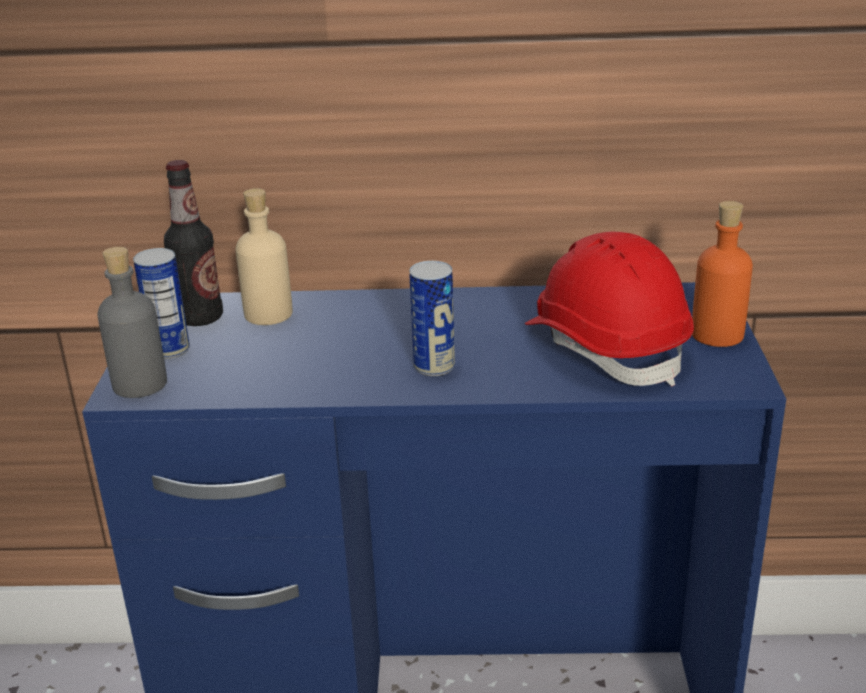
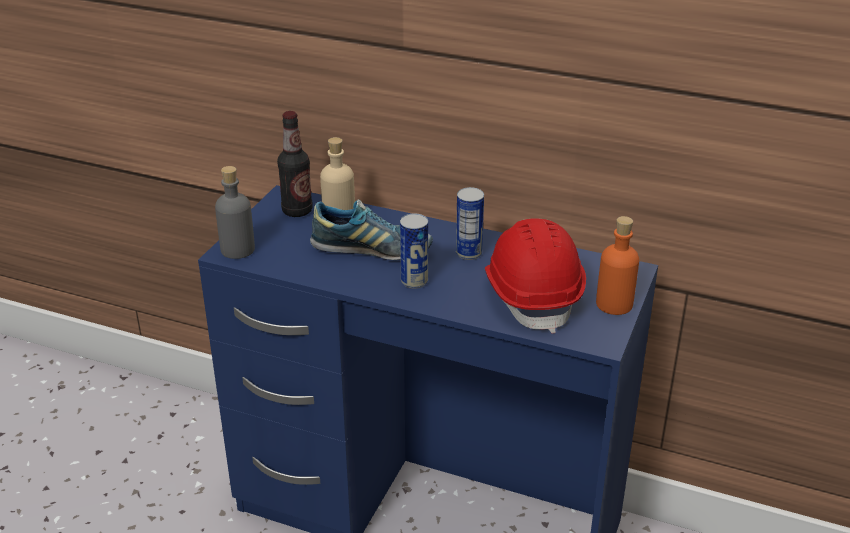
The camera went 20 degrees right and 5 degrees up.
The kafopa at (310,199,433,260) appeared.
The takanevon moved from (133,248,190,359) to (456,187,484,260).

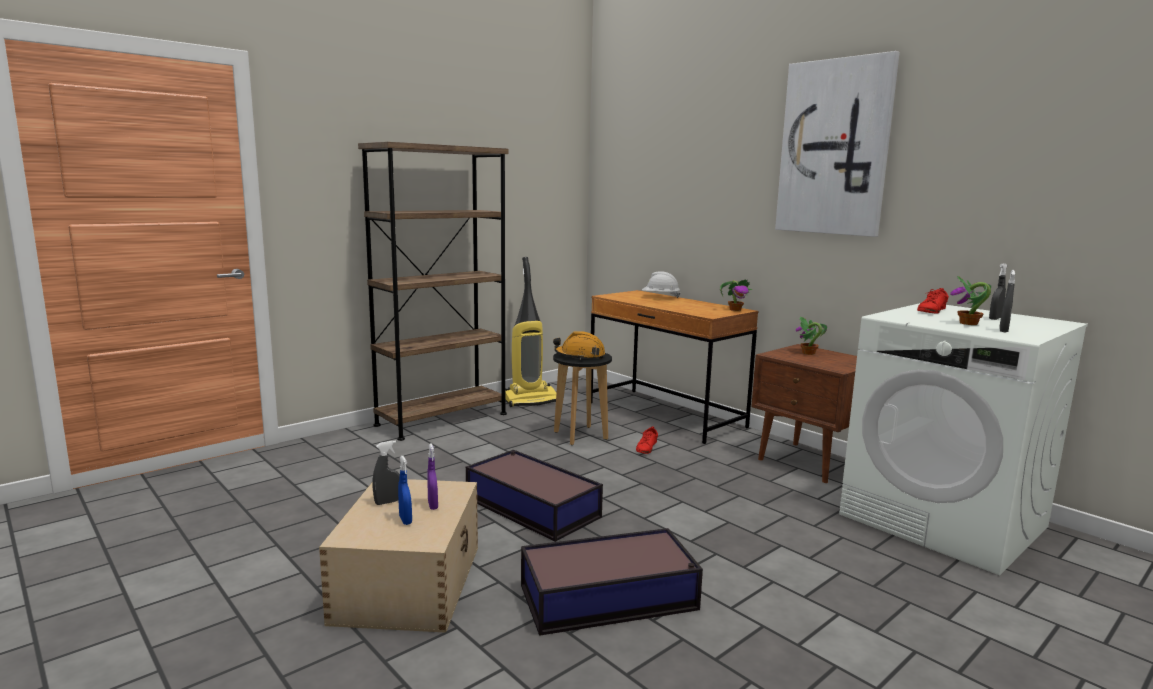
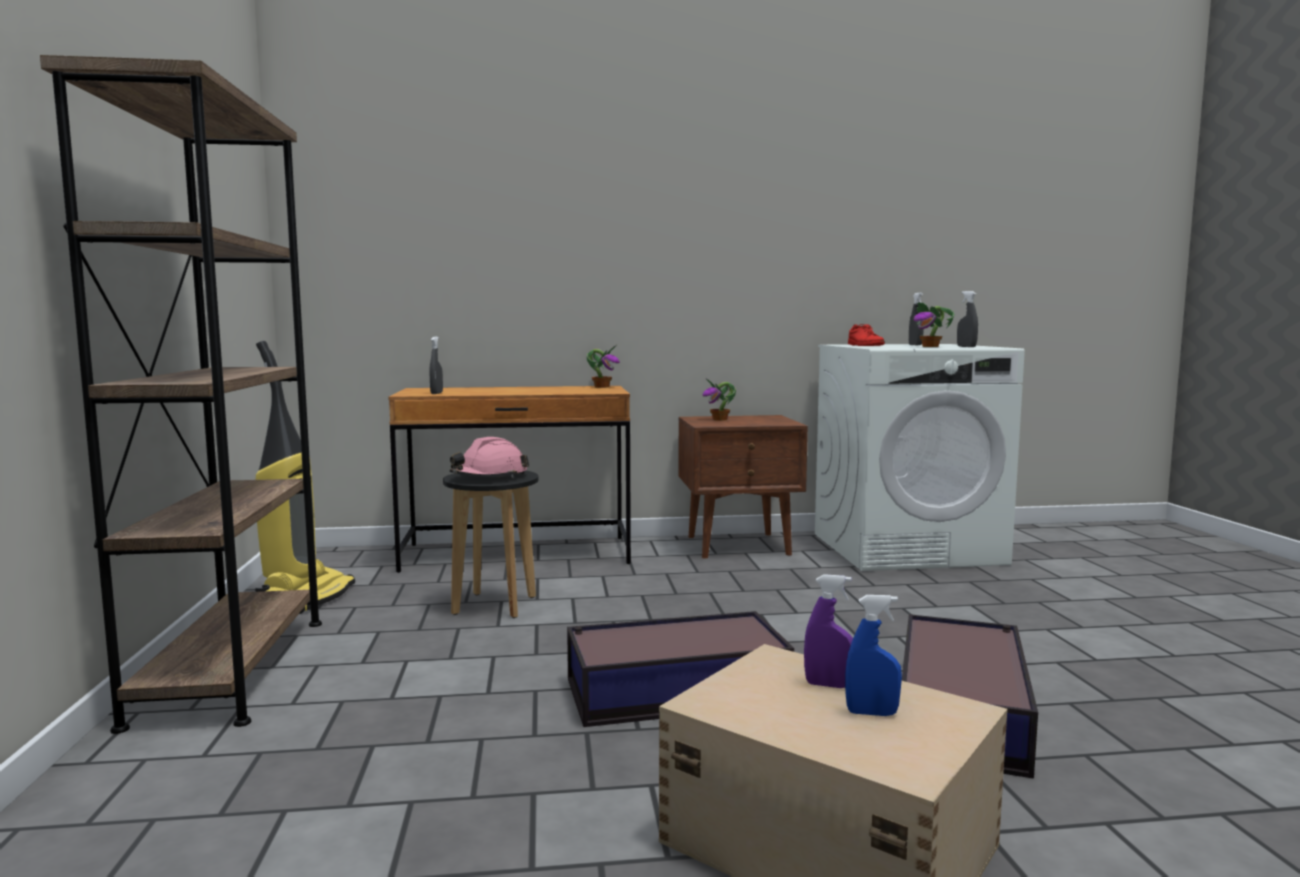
The camera went 55 degrees left and 5 degrees down.
The kafopa (red) at (636,426,658,454) disappeared.
The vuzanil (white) at (642,271,680,298) disappeared.
The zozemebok at (775,51,900,237) disappeared.
The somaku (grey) moved from (372,440,400,505) to (429,336,443,394).
The vuzanil (orange) at (553,331,605,360) became the vuzanil (pink) at (450,437,529,478).

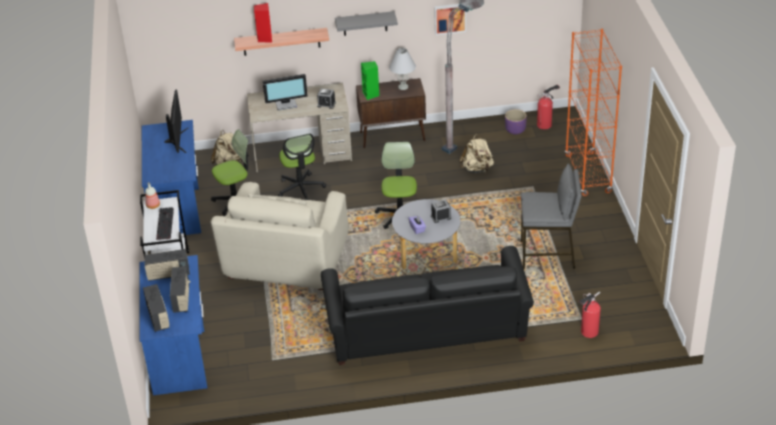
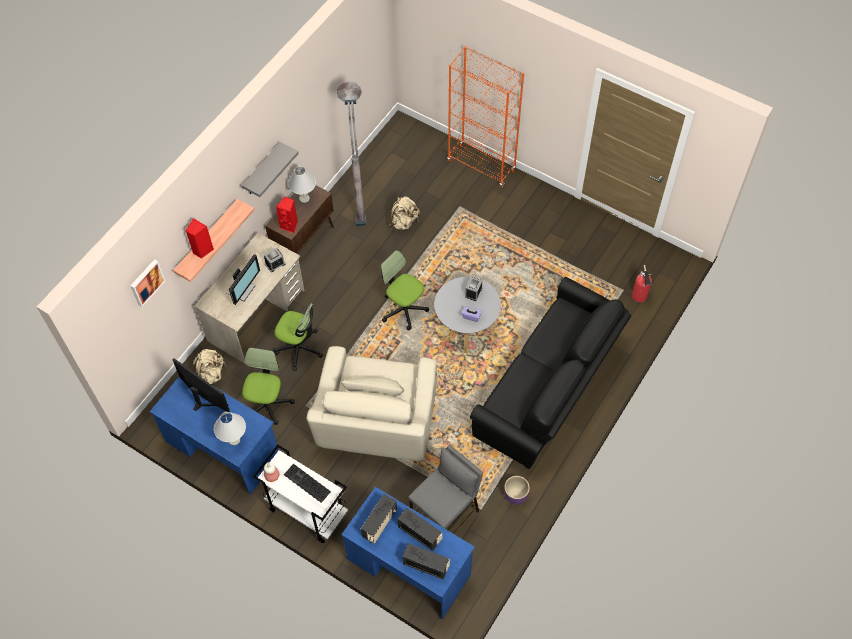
The camera went 50 degrees left and 20 degrees up.
The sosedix at (537,85,560,130) disappeared.
The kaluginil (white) at (214,412,246,445) appeared.
The zozemebok moved from (434,4,466,35) to (130,259,165,307).
The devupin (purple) moved from (505,109,527,135) to (504,476,530,505).
The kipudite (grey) moved from (521,164,582,269) to (408,445,483,533).
The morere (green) at (361,61,379,100) became the morere (red) at (276,197,298,233).
The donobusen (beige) at (211,182,348,290) turned 45 degrees clockwise.

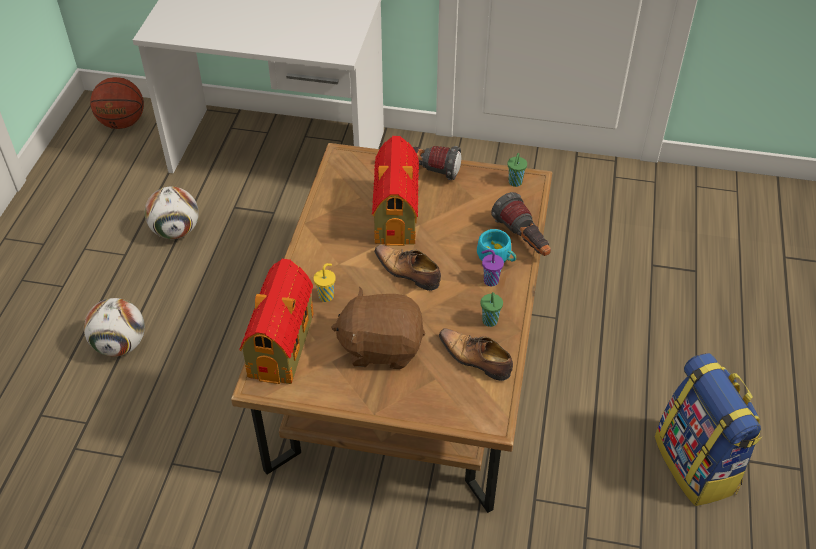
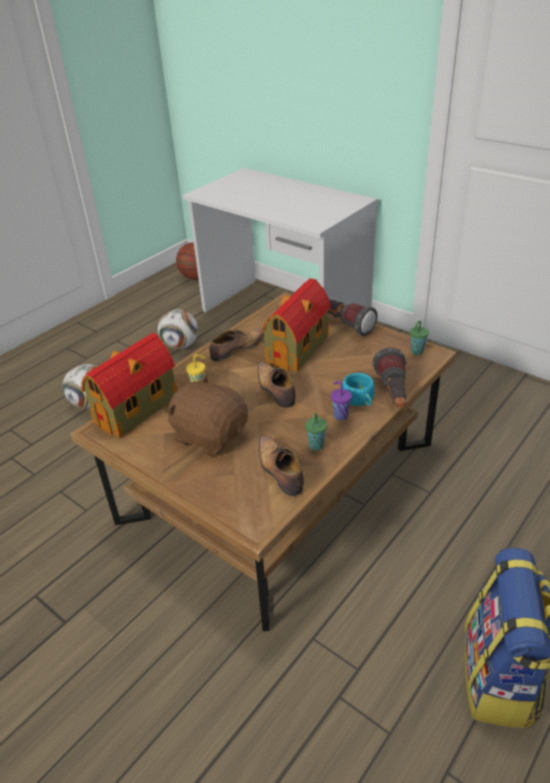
The camera went 30 degrees right and 10 degrees down.
The kafopa at (209,328,264,362) appeared.

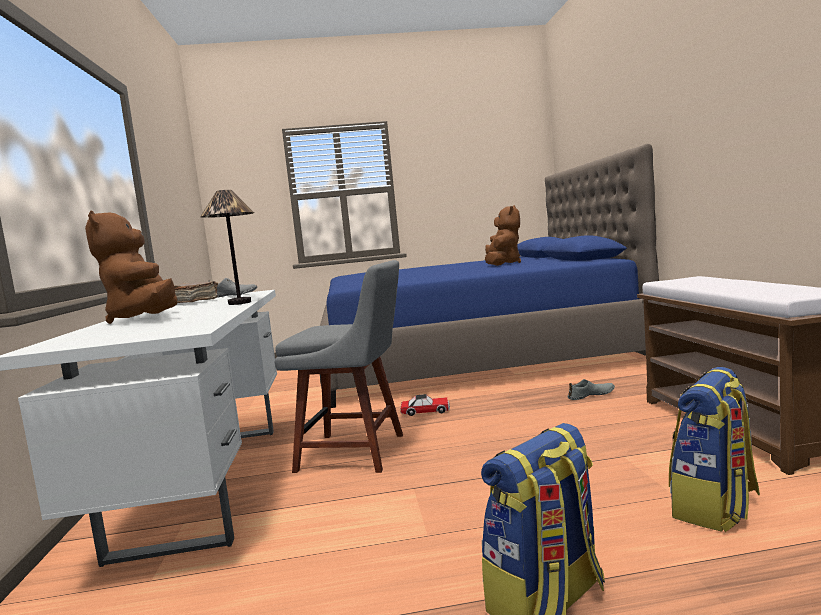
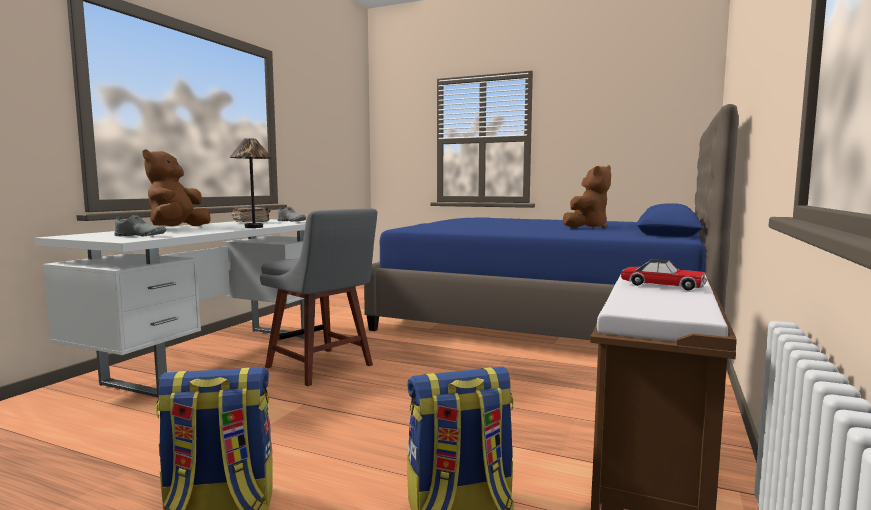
The camera went 30 degrees right and 0 degrees up.
The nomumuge moved from (400,394,450,416) to (621,259,707,290).
The kafopa (grey) moved from (568,379,615,400) to (114,215,166,236).

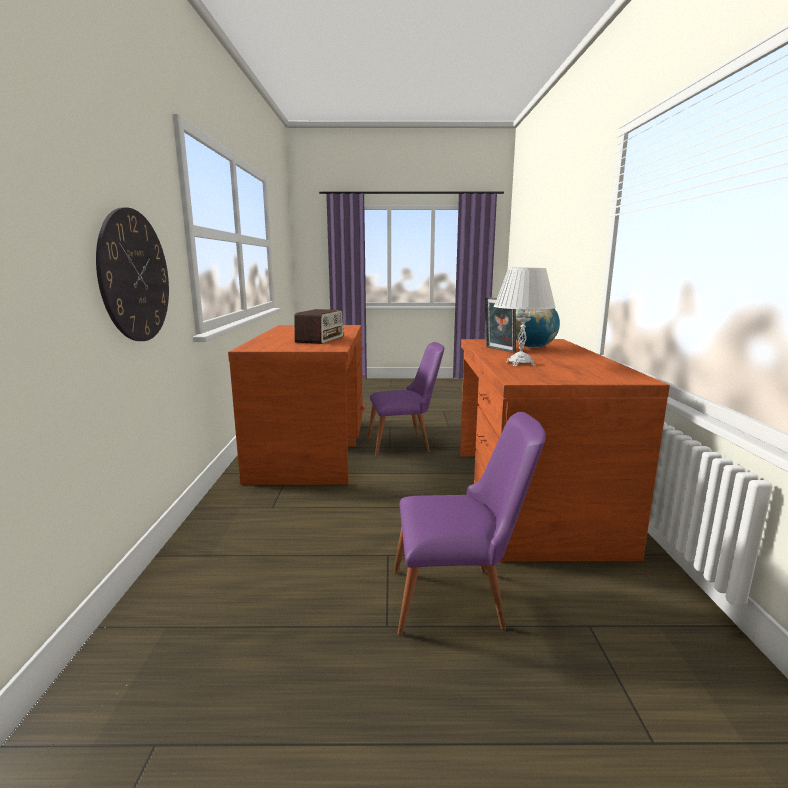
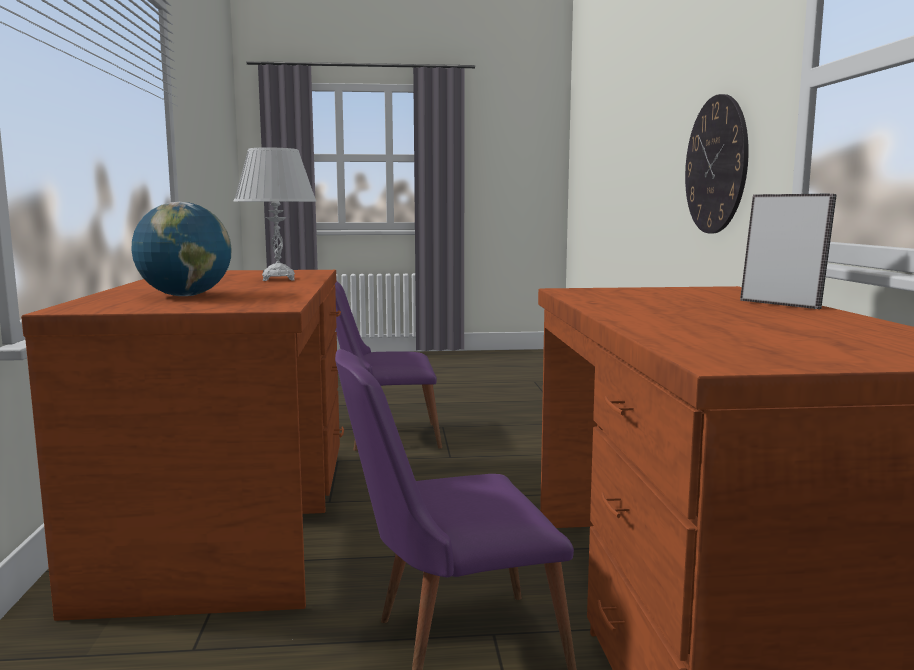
The camera went 175 degrees right and 5 degrees down.
The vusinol at (294,309,344,344) disappeared.
The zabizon moved from (485,297,516,353) to (740,193,836,309).

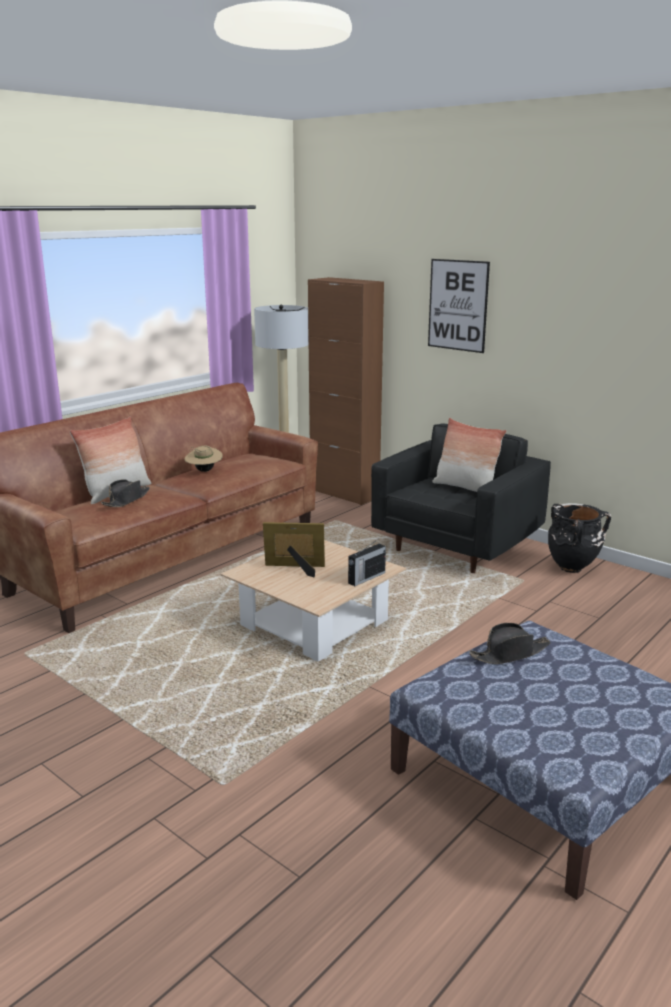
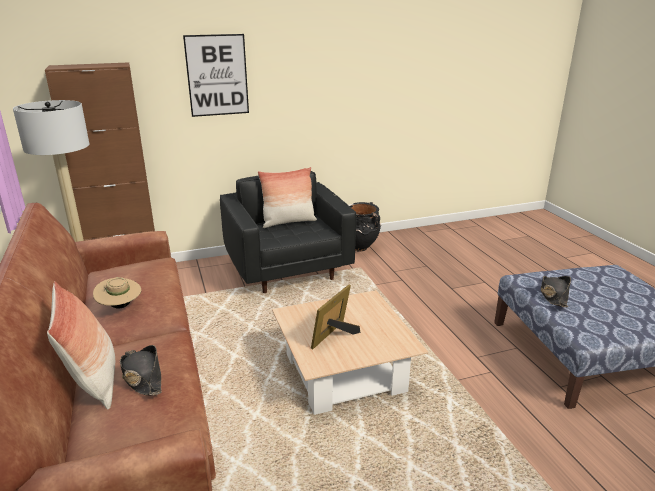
The camera went 60 degrees left and 5 degrees up.
The vusinol at (348,540,386,586) disappeared.

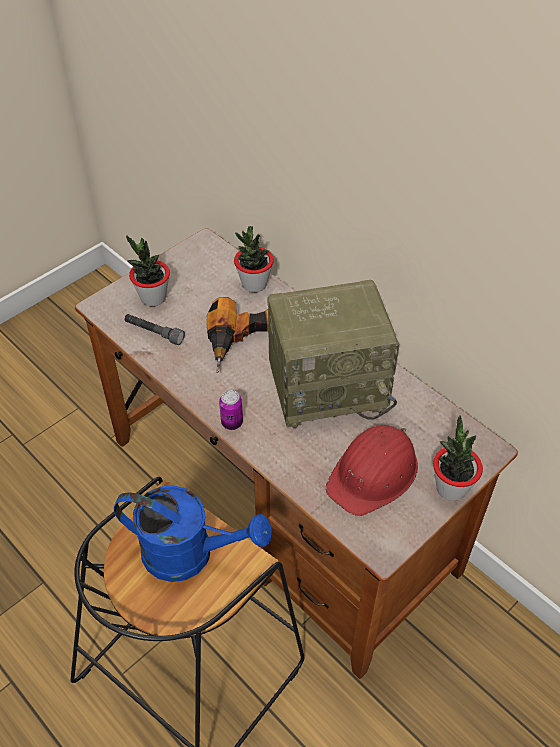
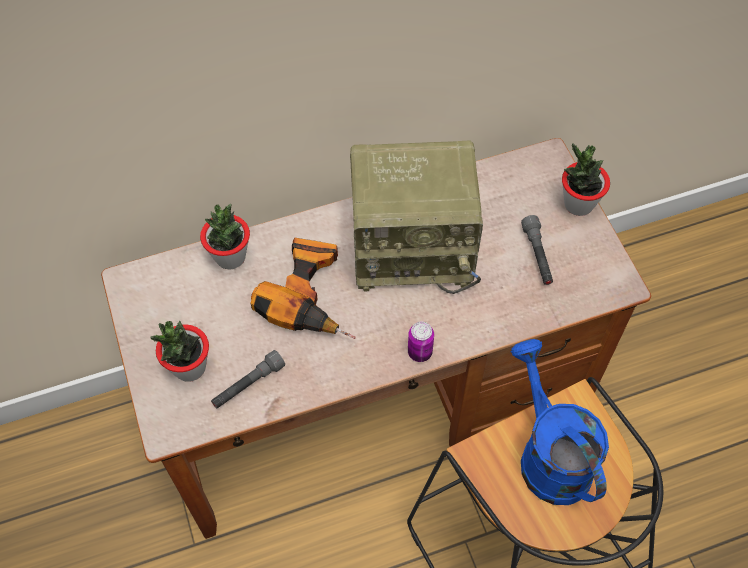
The camera went 65 degrees left and 10 degrees up.
The vuzanil (red) at (325,425,418,516) was replaced by the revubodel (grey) at (521,215,553,285).
The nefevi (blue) at (114,485,272,582) turned 60 degrees counterclockwise.
The vusinol at (267,280,400,428) turned 75 degrees clockwise.

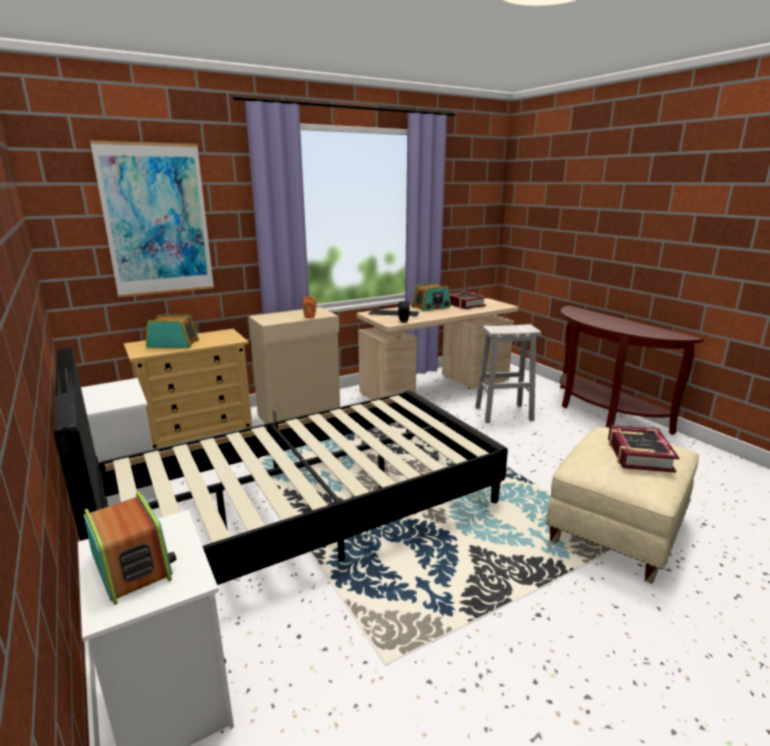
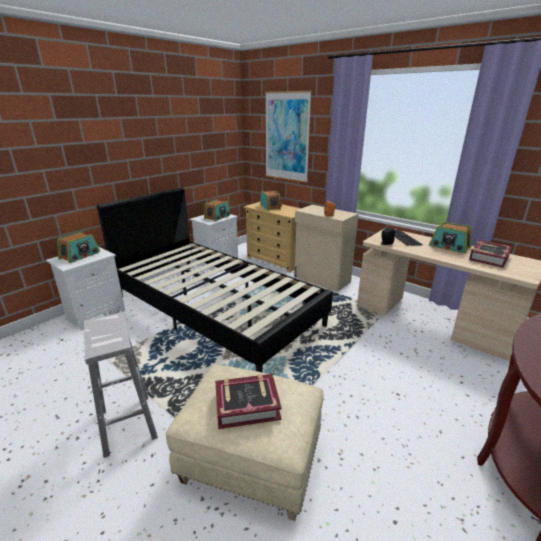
The camera went 70 degrees right and 5 degrees up.
The vusinol at (204,199,230,221) appeared.
The kipudite (white) moved from (475,324,541,423) to (84,312,158,458).

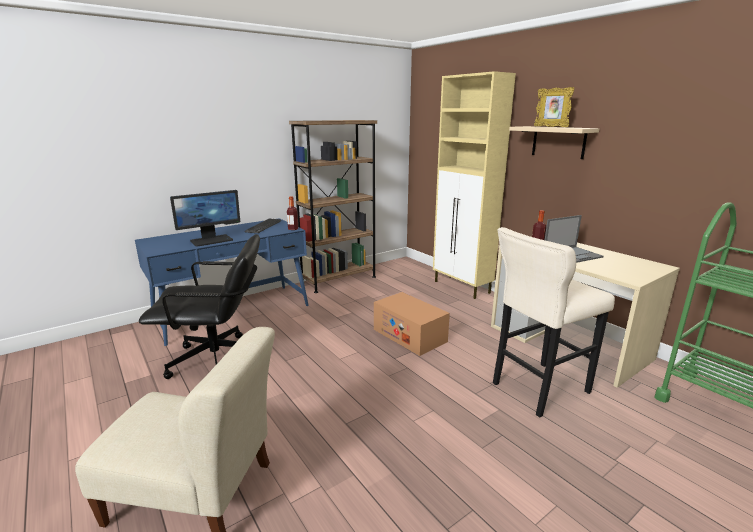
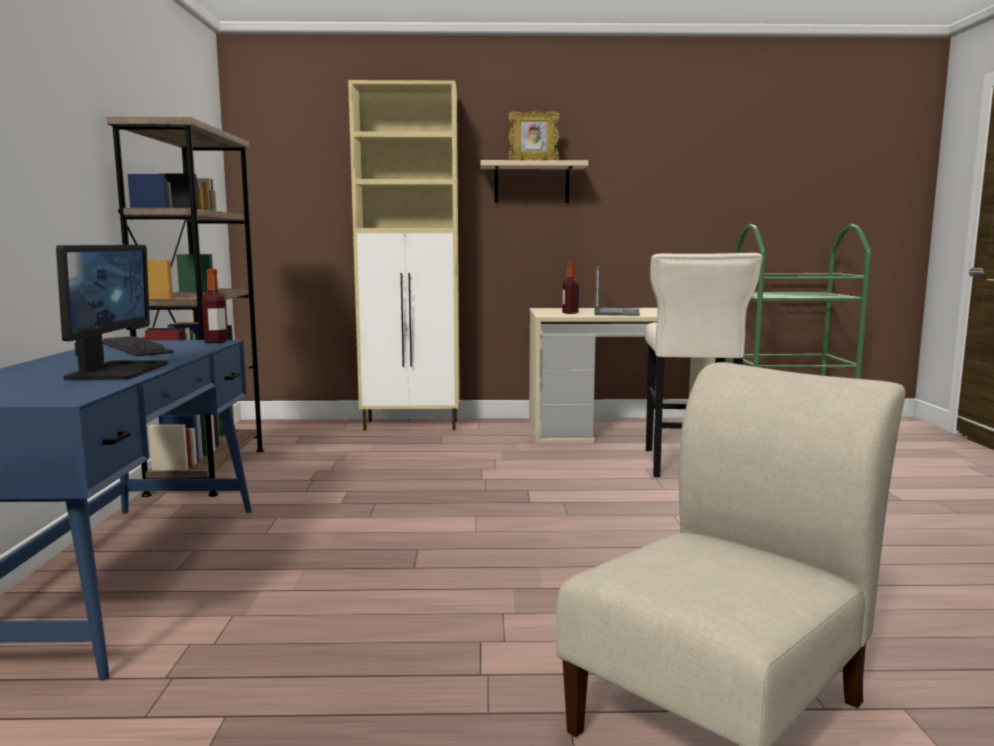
The camera went 55 degrees left and 10 degrees down.
The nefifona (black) at (139,234,260,379) disappeared.
The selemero at (374,292,450,356) disappeared.

